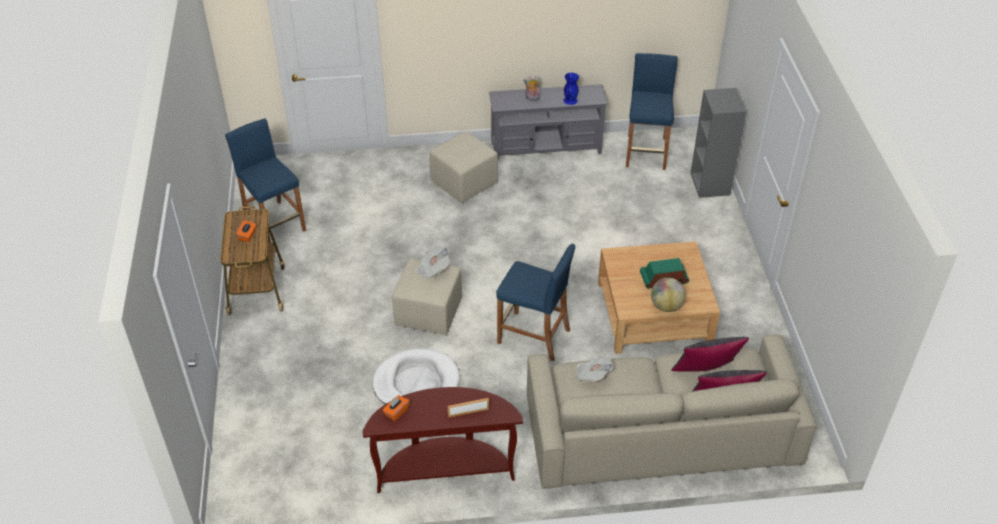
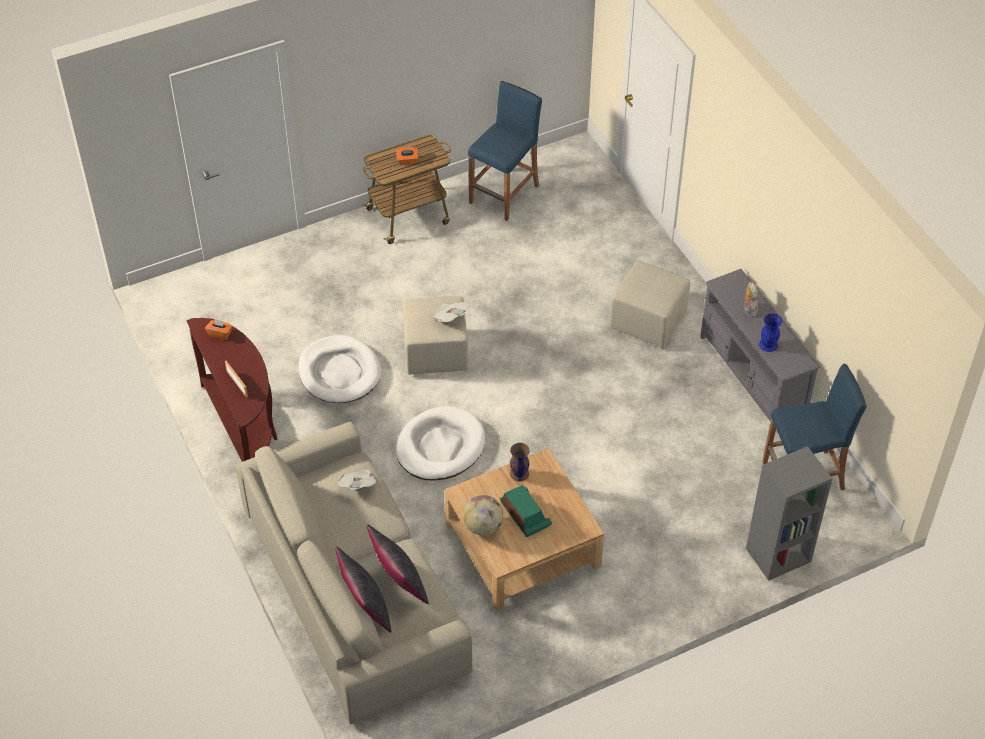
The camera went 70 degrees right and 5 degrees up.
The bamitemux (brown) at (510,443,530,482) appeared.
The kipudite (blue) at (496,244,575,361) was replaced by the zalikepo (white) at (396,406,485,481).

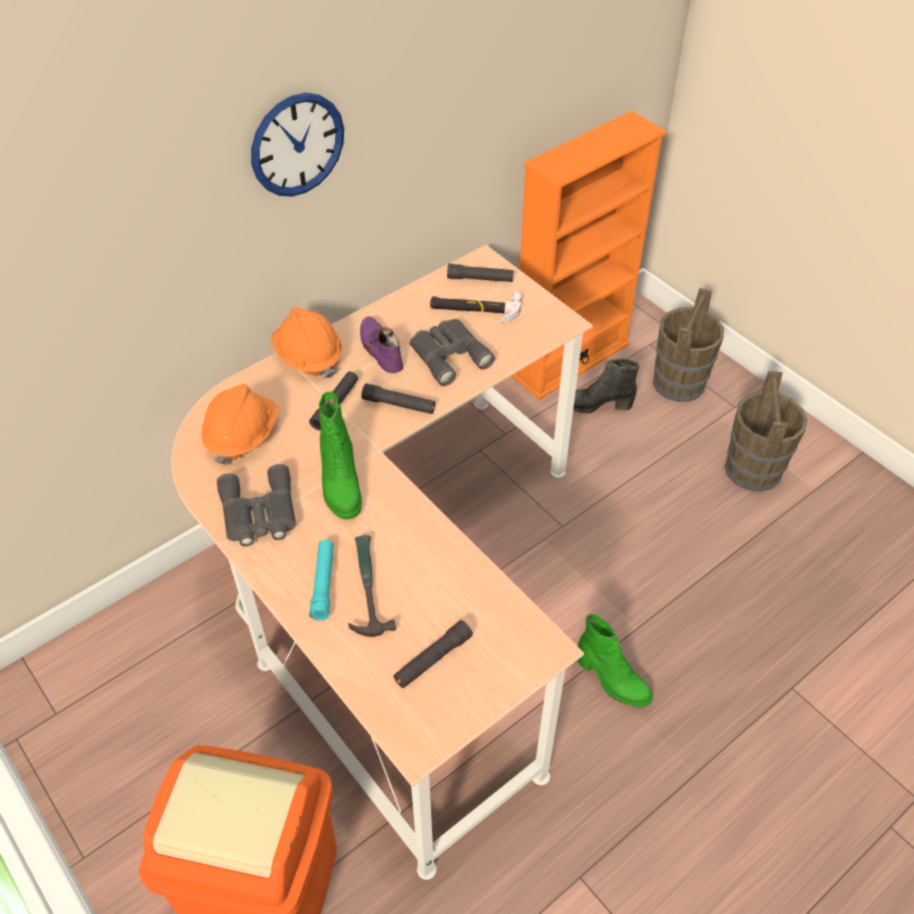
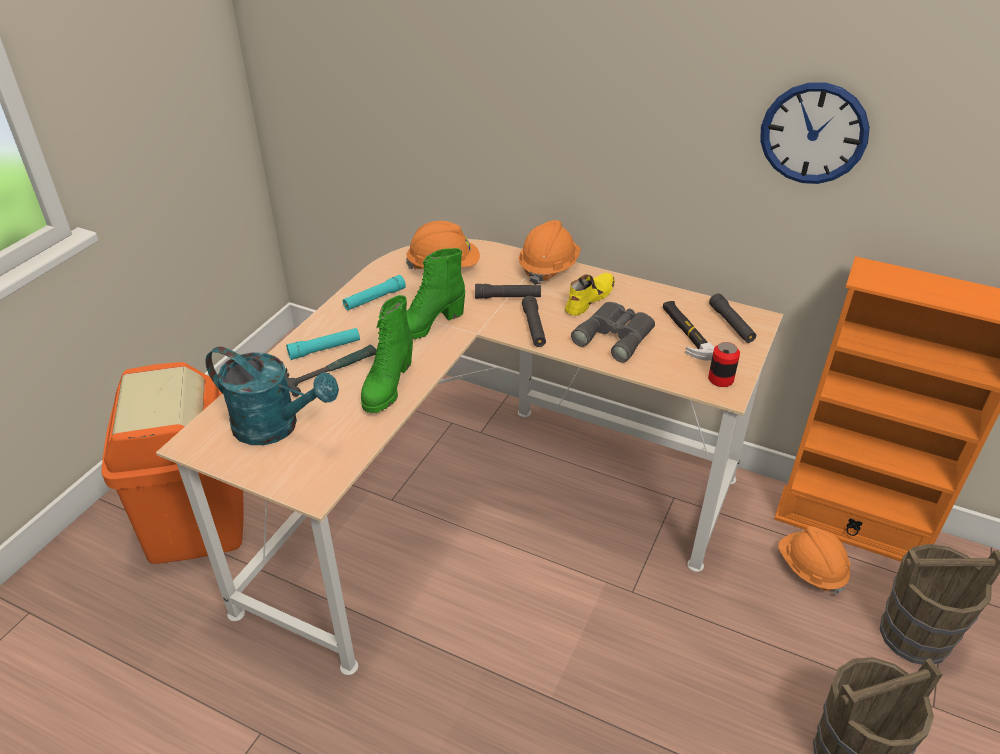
The camera went 65 degrees right and 10 degrees down.
The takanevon at (708,342,740,387) appeared.
The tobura moved from (251,93,344,197) to (760,82,870,184).
The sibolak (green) moved from (577,614,653,707) to (361,295,413,413).
The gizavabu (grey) at (217,464,296,547) was replaced by the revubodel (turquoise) at (343,275,406,310).
The revubodel (black) at (393,620,473,688) was replaced by the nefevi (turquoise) at (205,346,339,445).
The sibolak (black) at (573,358,640,414) was replaced by the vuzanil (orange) at (778,526,850,595).
The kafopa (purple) at (360,316,403,373) became the kafopa (yellow) at (565,273,615,316).

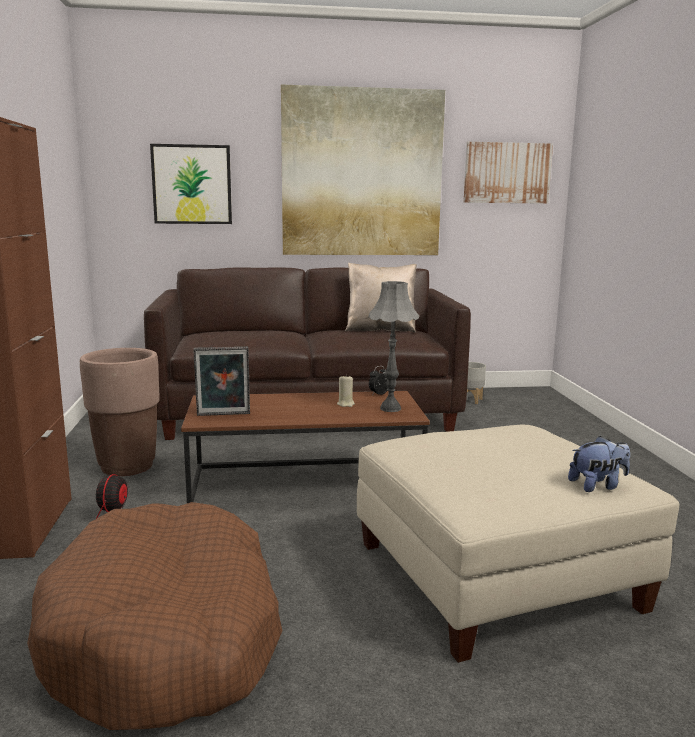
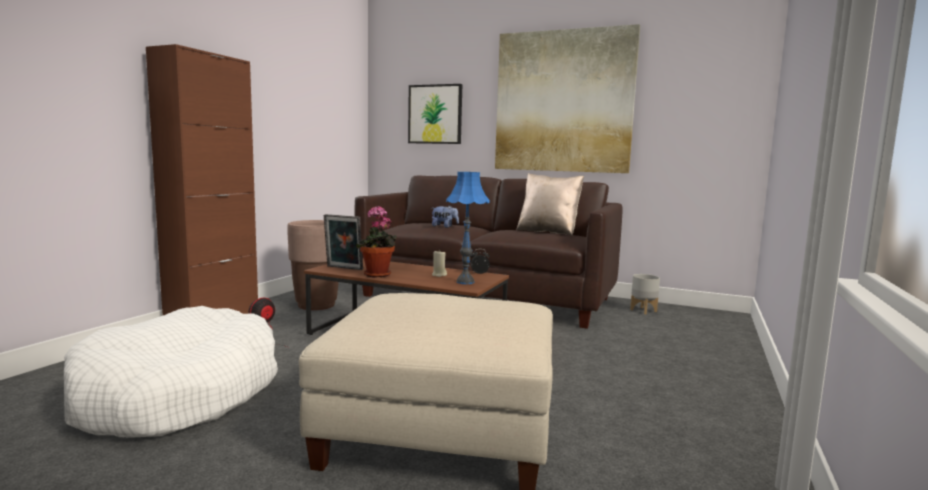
The camera went 30 degrees right and 5 degrees down.
The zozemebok at (464,142,553,204) disappeared.
The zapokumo at (356,206,397,277) appeared.
The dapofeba moved from (568,436,630,492) to (431,205,459,228).
The zalikepo (brown) at (27,502,283,730) became the zalikepo (white) at (64,306,278,437).
The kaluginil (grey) at (368,281,419,412) became the kaluginil (blue) at (446,172,490,284).

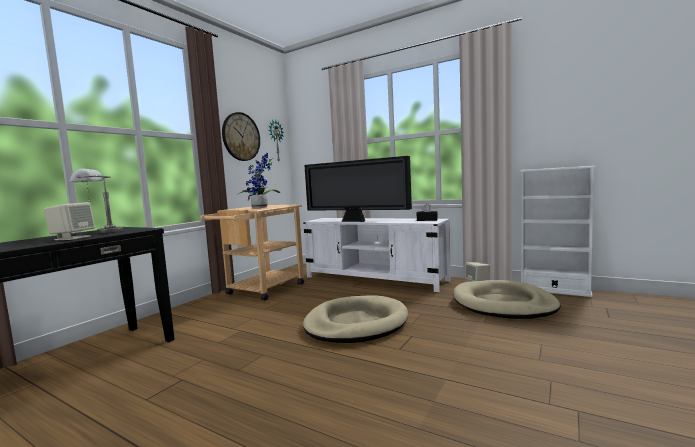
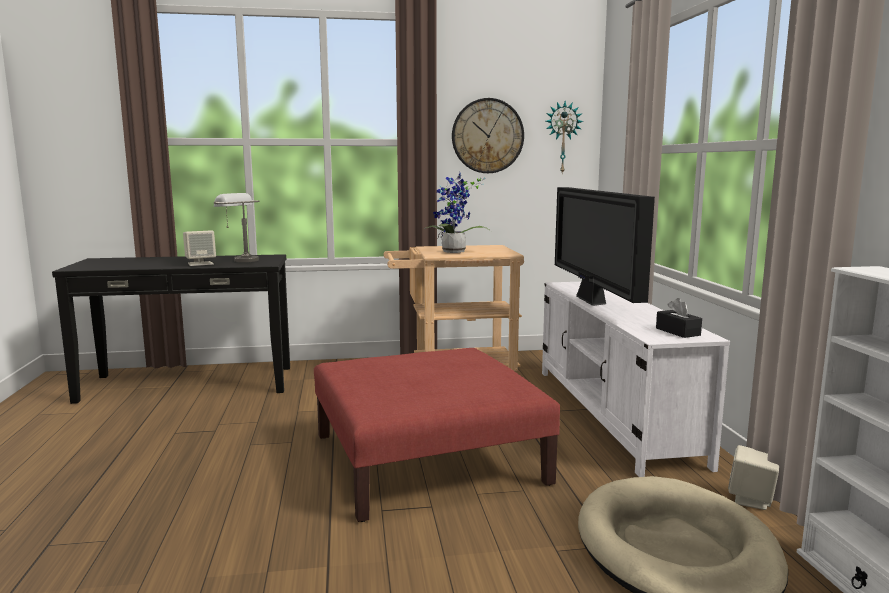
The camera went 50 degrees right and 5 degrees up.
The zalikepo (beige) at (303,295,408,343) was replaced by the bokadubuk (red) at (314,348,560,522).

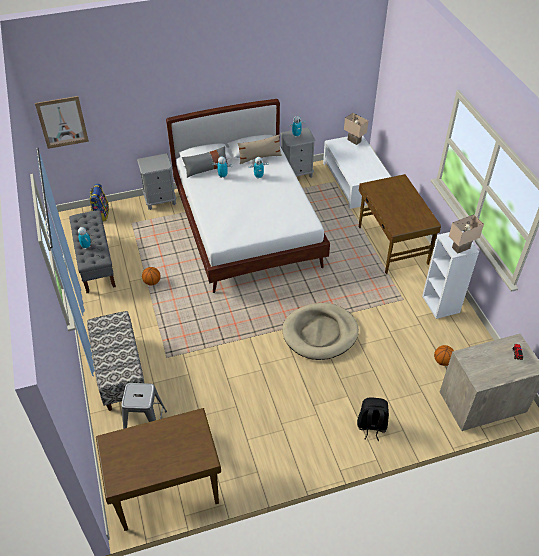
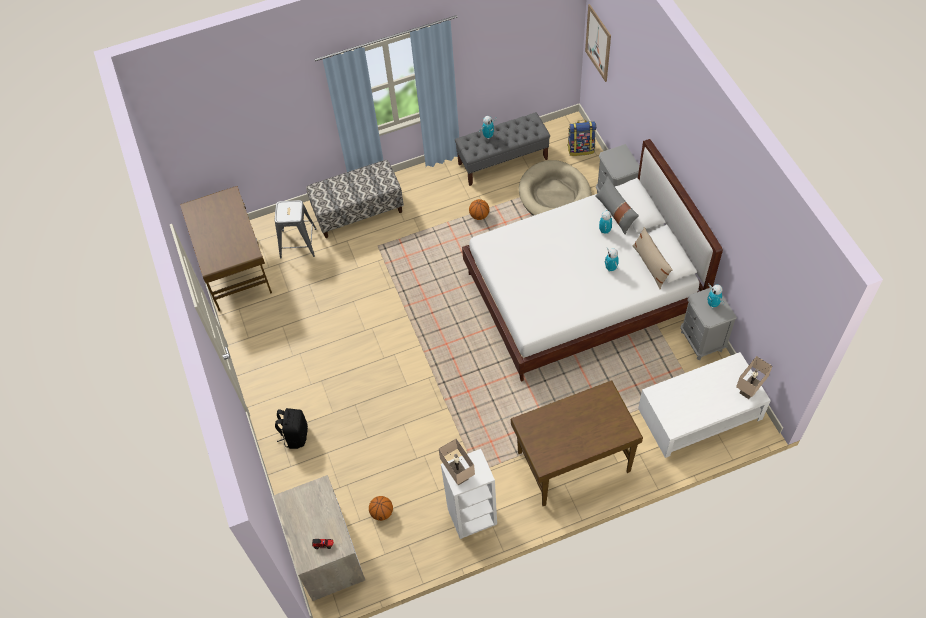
The camera went 90 degrees right and 10 degrees up.
The zalikepo (beige) moved from (282,303,359,360) to (519,160,592,216).

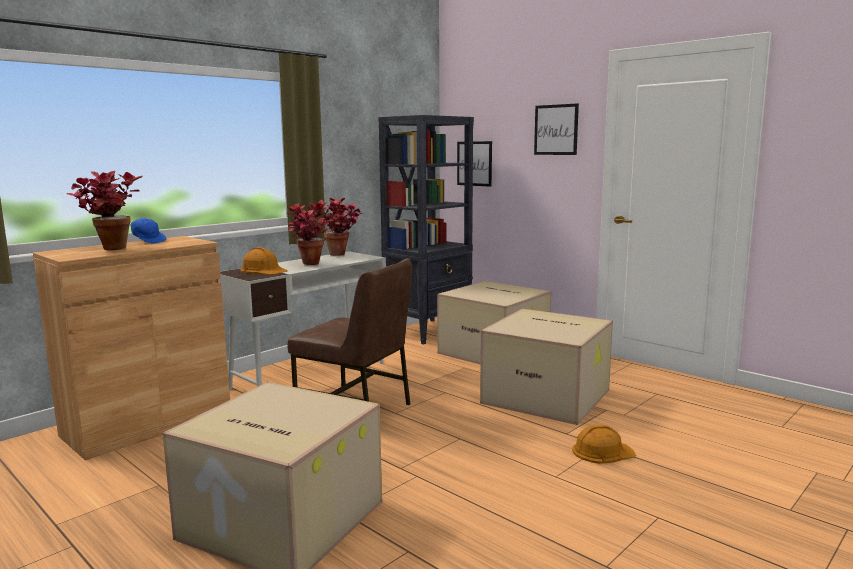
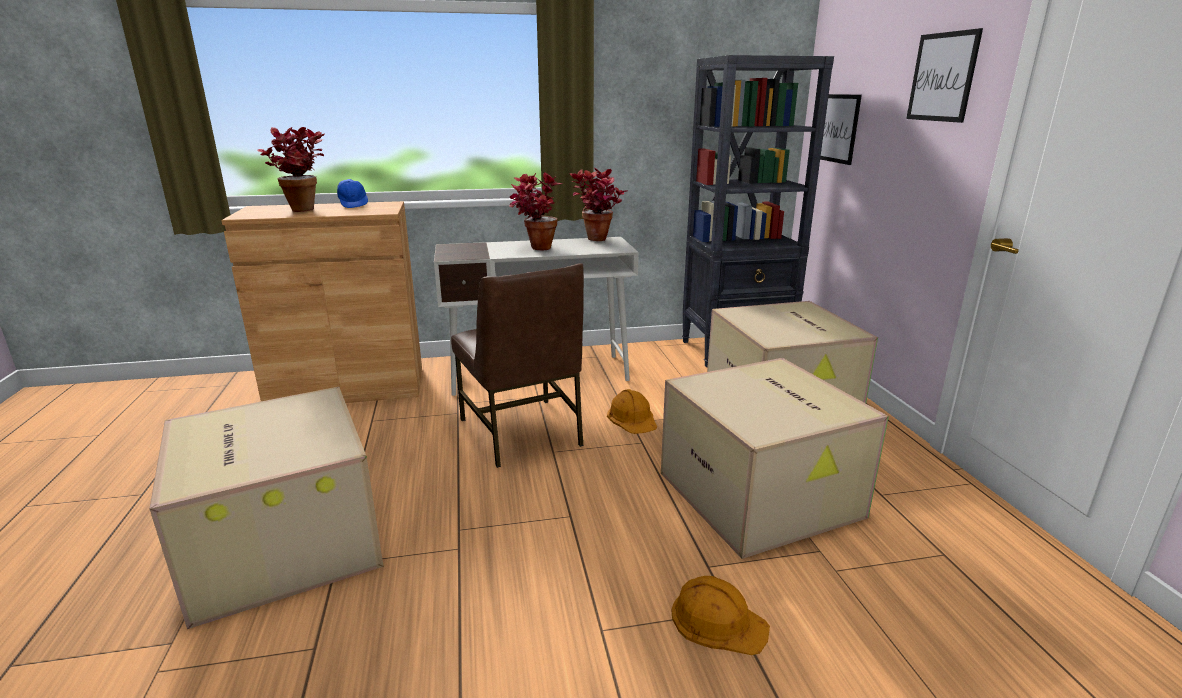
The camera went 35 degrees right and 10 degrees up.
The vuzanil (orange) moved from (240,247,287,275) to (607,389,657,434).

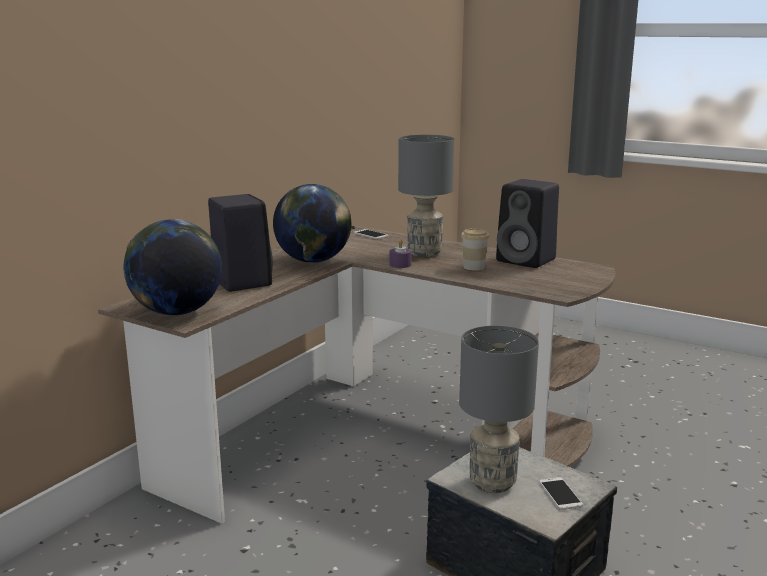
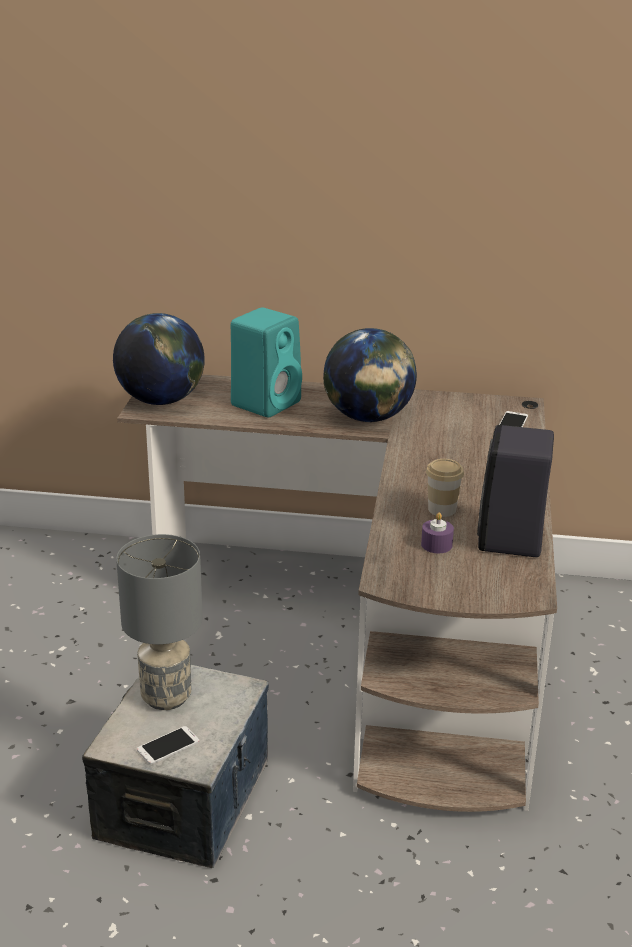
The camera went 65 degrees right and 10 degrees up.
The kaluginil (grey) at (398,135,454,257) disappeared.
The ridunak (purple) moved from (389,239,411,268) to (421,513,454,553).
The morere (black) at (208,194,273,292) became the morere (turquoise) at (231,307,302,418).

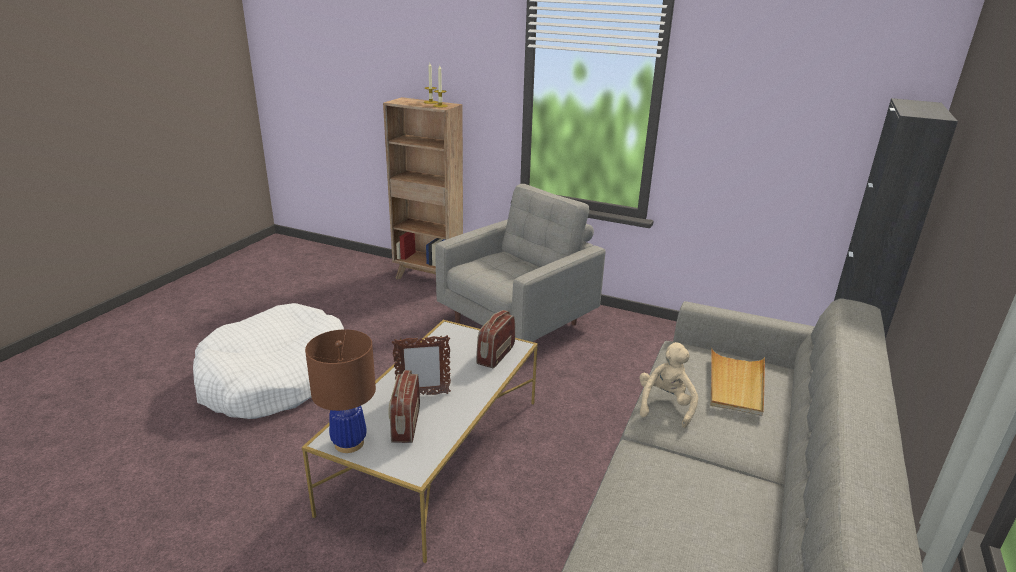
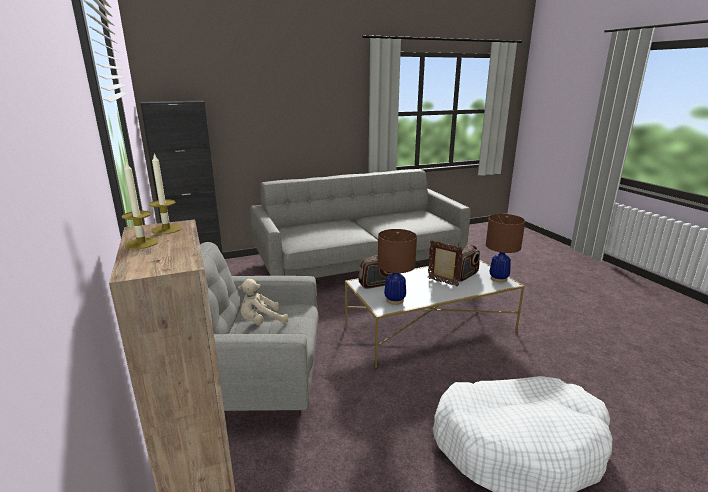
The camera went 135 degrees left and 5 degrees down.
The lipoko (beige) at (710,349,765,416) disappeared.
The kaluginil (brown) at (378,229,417,305) appeared.
The dapofeba (beige) moved from (639,342,698,428) to (238,279,288,325).

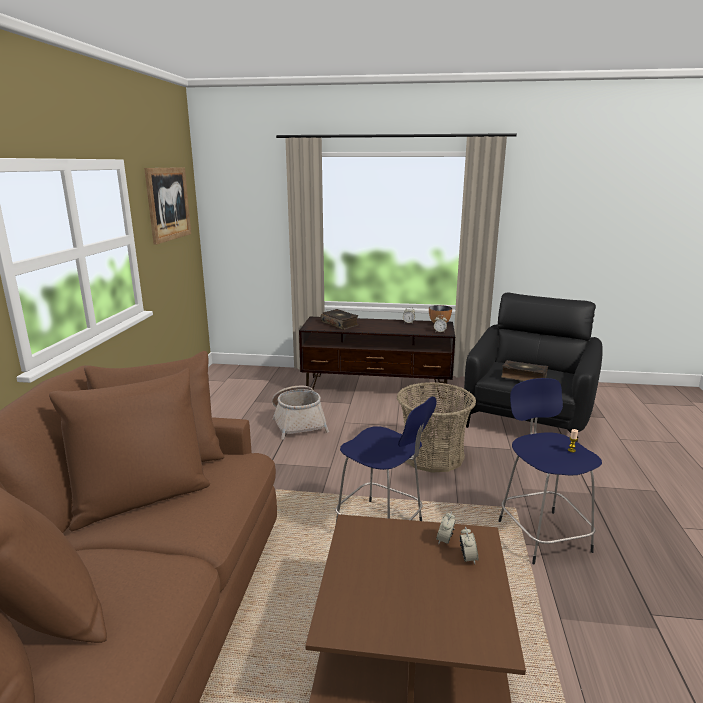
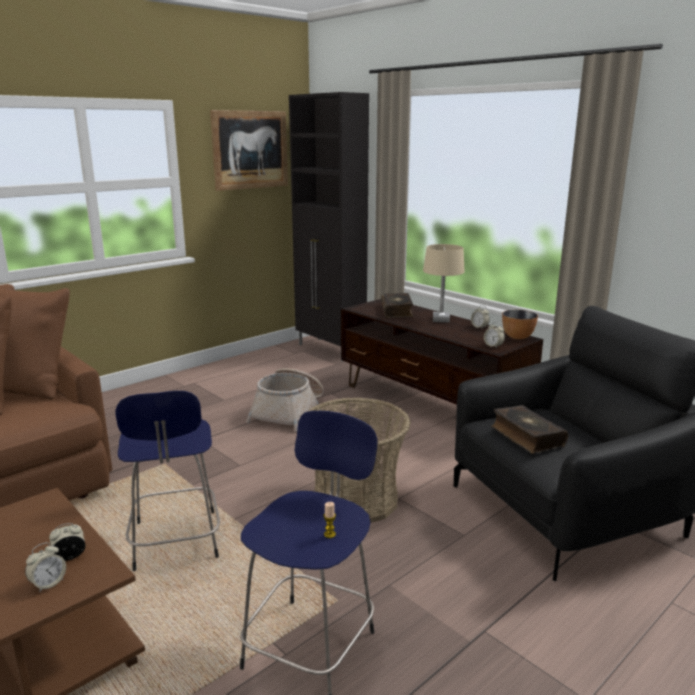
The camera went 40 degrees right and 0 degrees up.
The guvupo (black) at (289,92,369,362) appeared.
The kaluginil (beige) at (423,244,465,323) appeared.

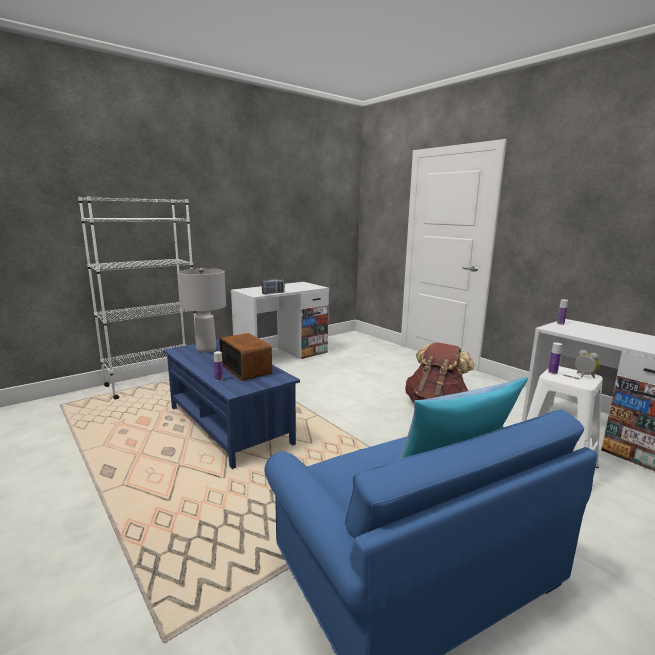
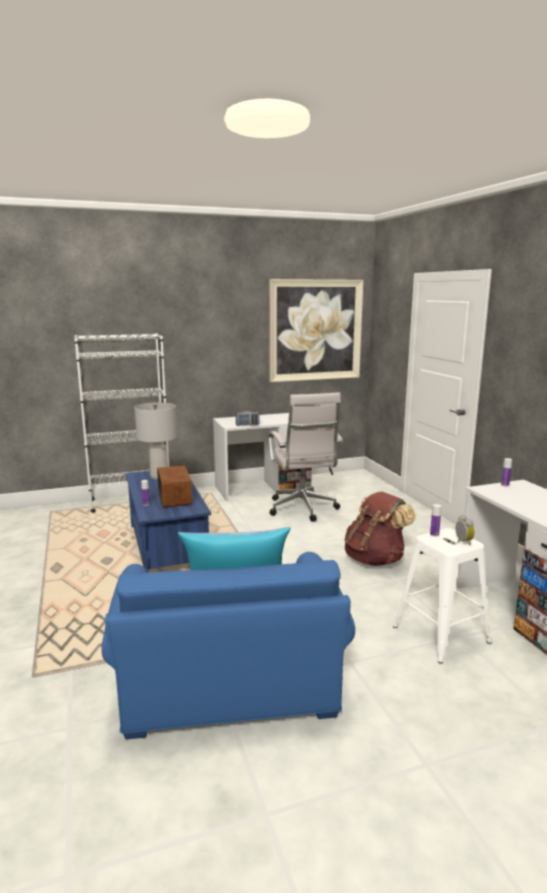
The camera went 20 degrees right and 0 degrees up.
The zozemebok at (269,279,363,382) appeared.
The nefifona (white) at (269,392,343,522) appeared.

